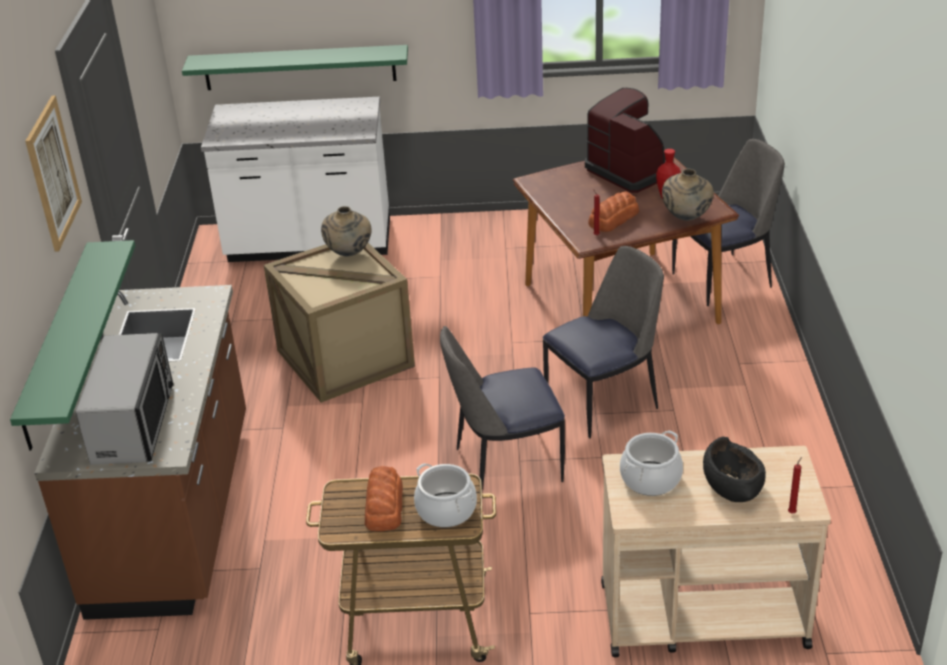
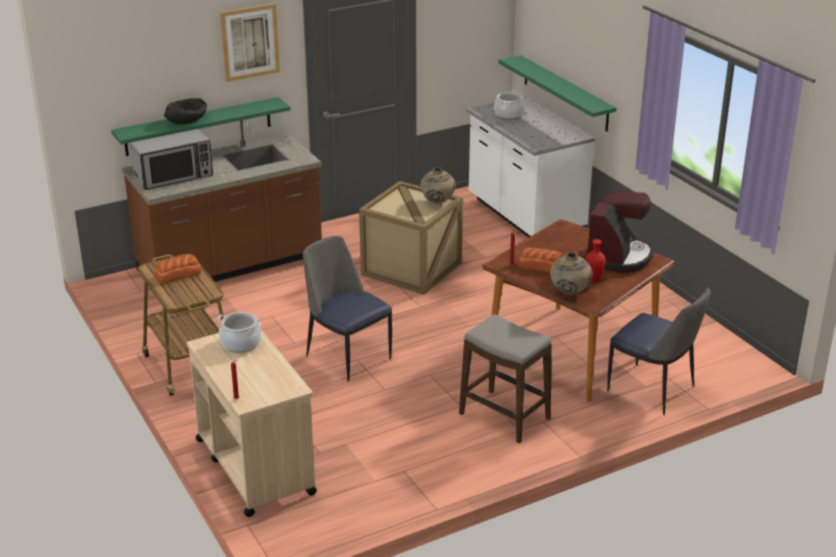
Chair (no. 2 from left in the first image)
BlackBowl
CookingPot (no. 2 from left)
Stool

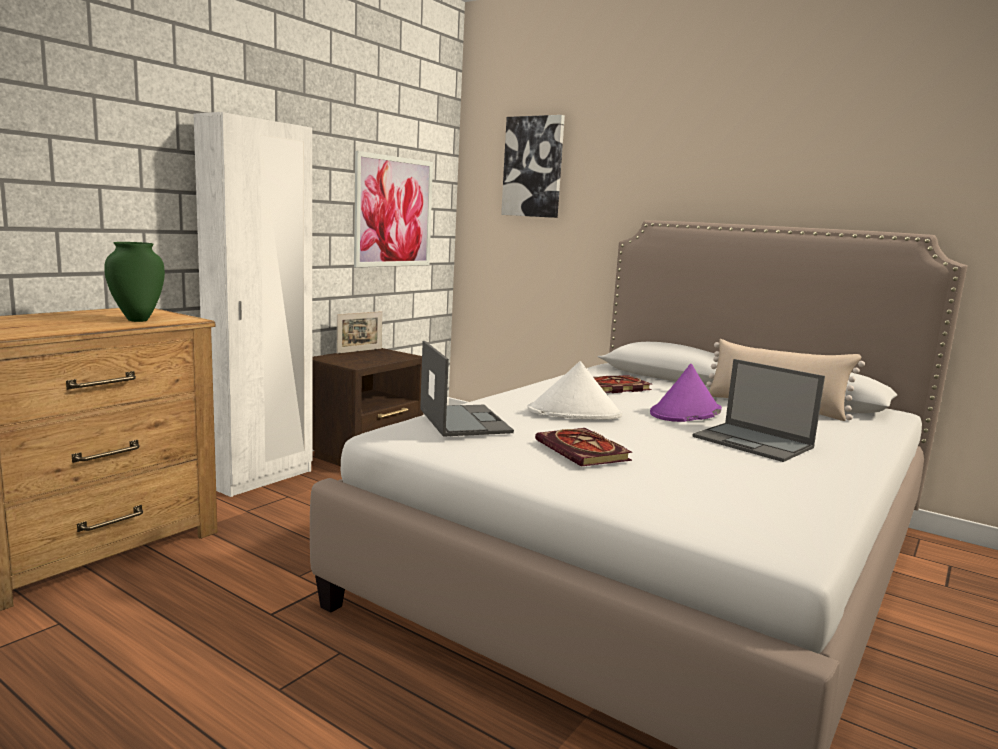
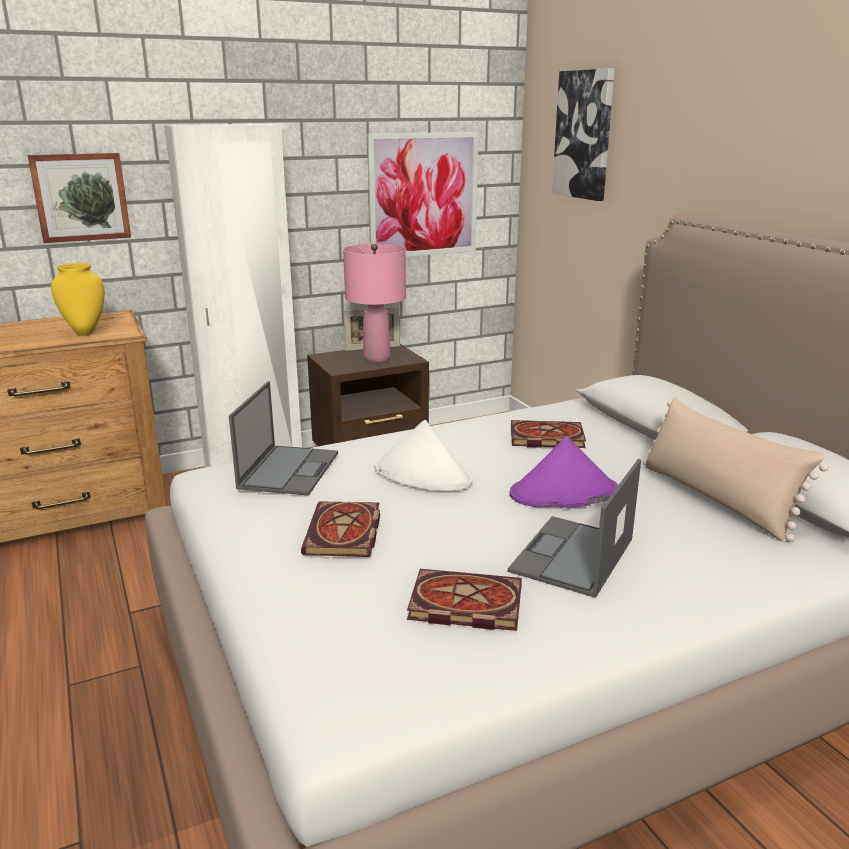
YellowVase
Laptop (no. 2 from left)
Picture (no. 1 from left)
PinkTableLamp
Book (no. 2 from left)

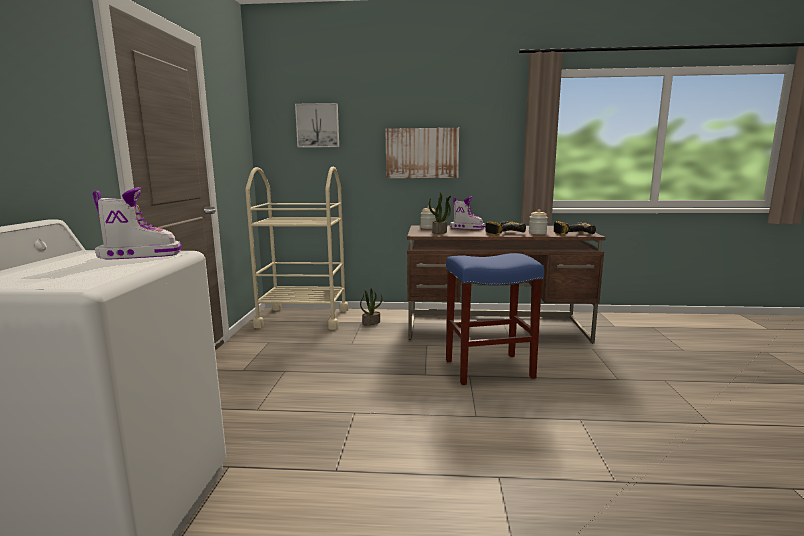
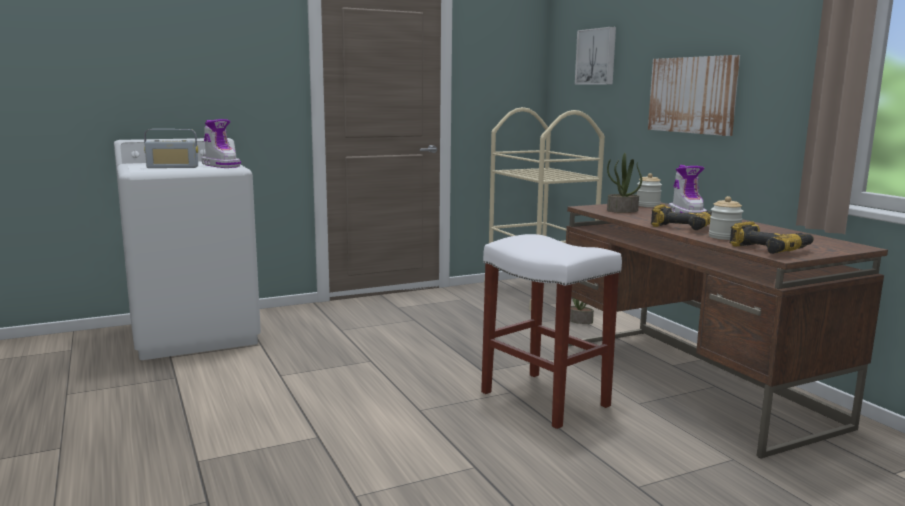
WhiteStool
Radio

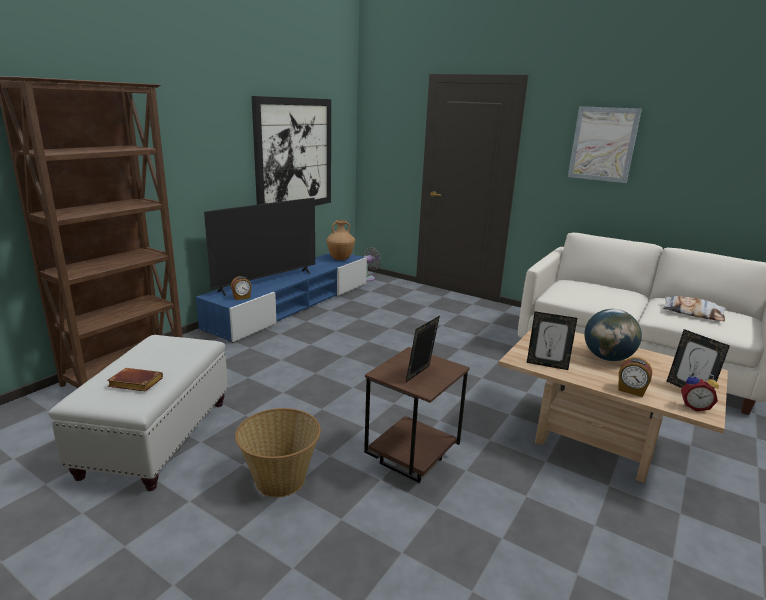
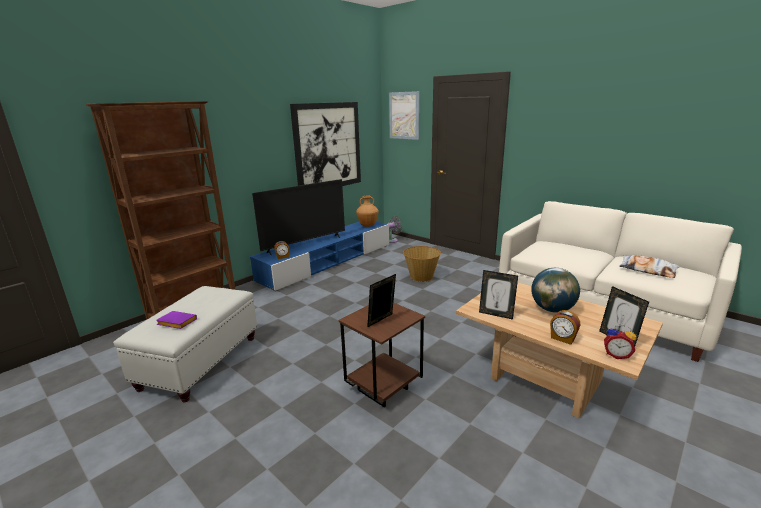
Picture (no. 2 from left)
PurpleBook
Basket

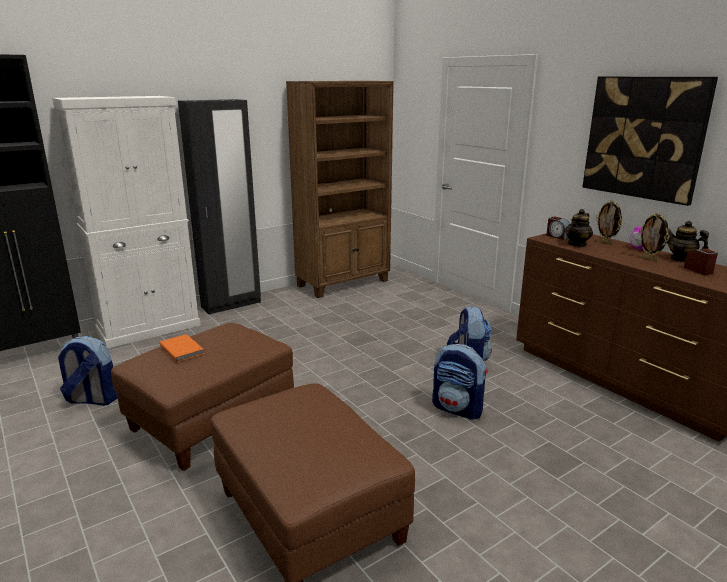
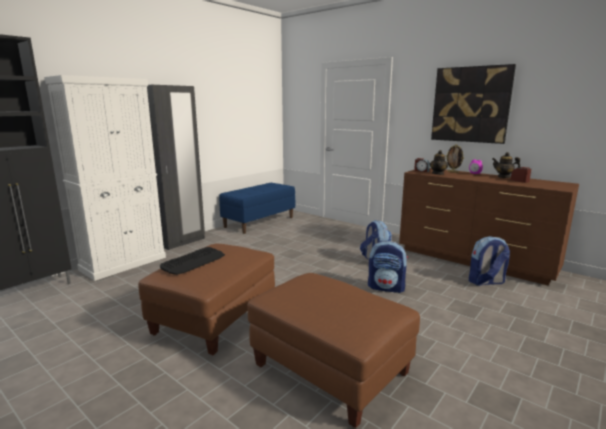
BlueBench
PictureFrame (no. 2 from left in the first image)
Keyboard
Backpack (no. 3 from left)

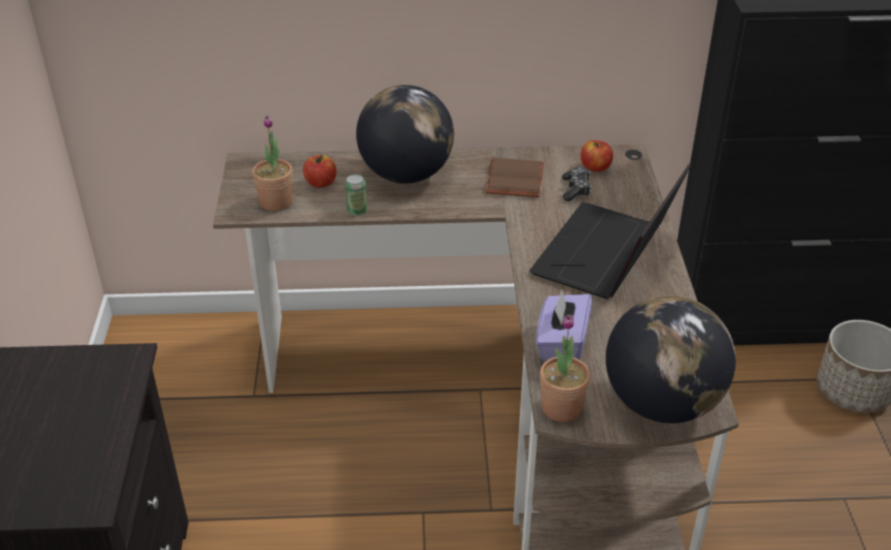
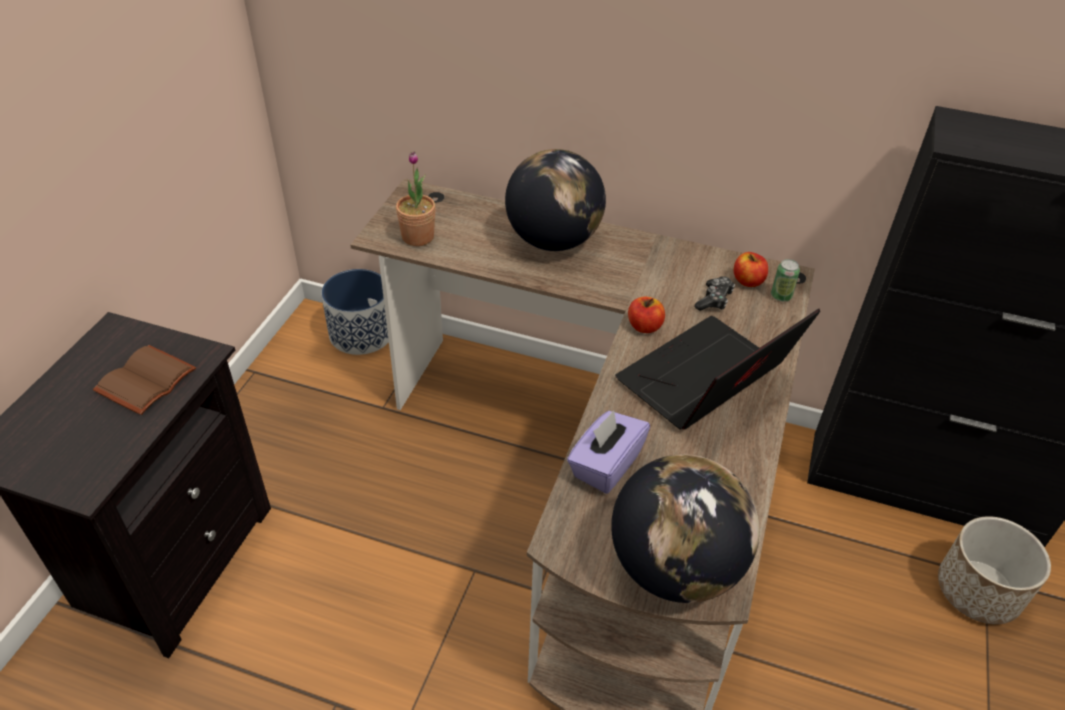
Apple (no. 1 from left)
BrownBook
Can
PottedPlant (no. 2 from left in the first image)
Planter (no. 1 from left)

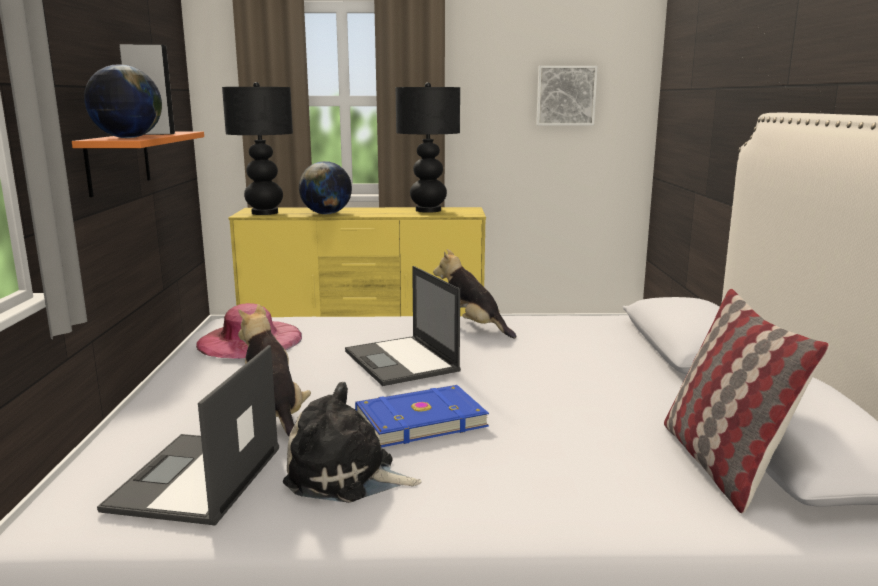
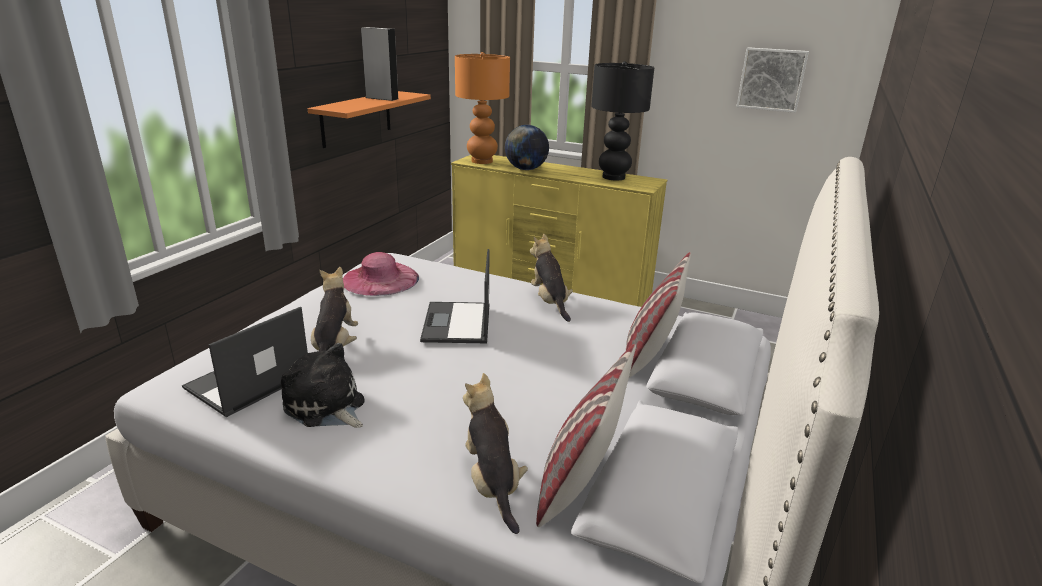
Globe (no. 1 from left in the first image)
OrangeTableLamp
BlueBook
Pillow (no. 2 from left)
PlushToy (no. 3 from left)

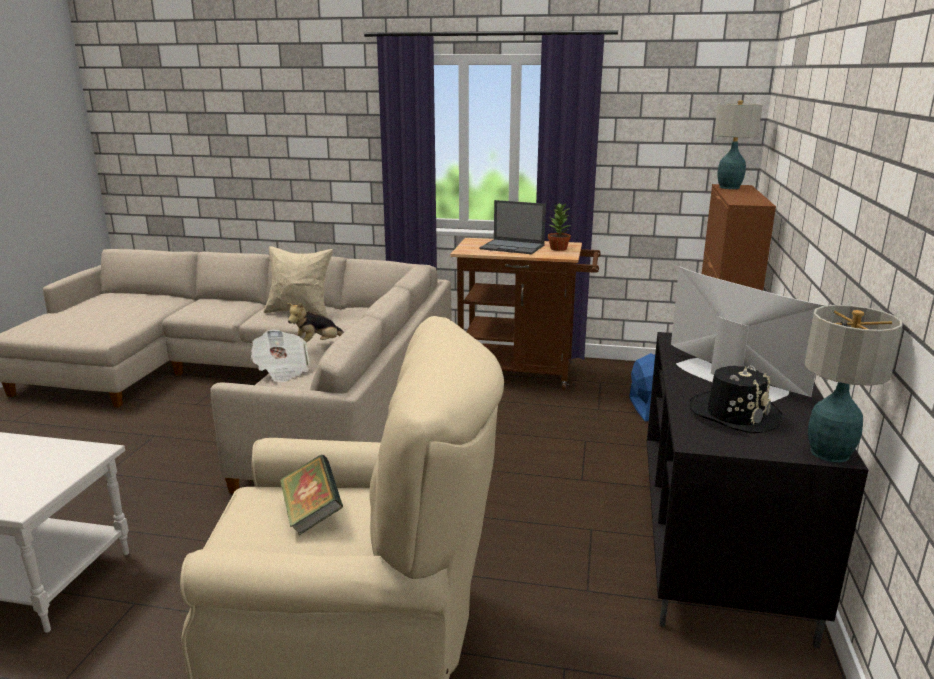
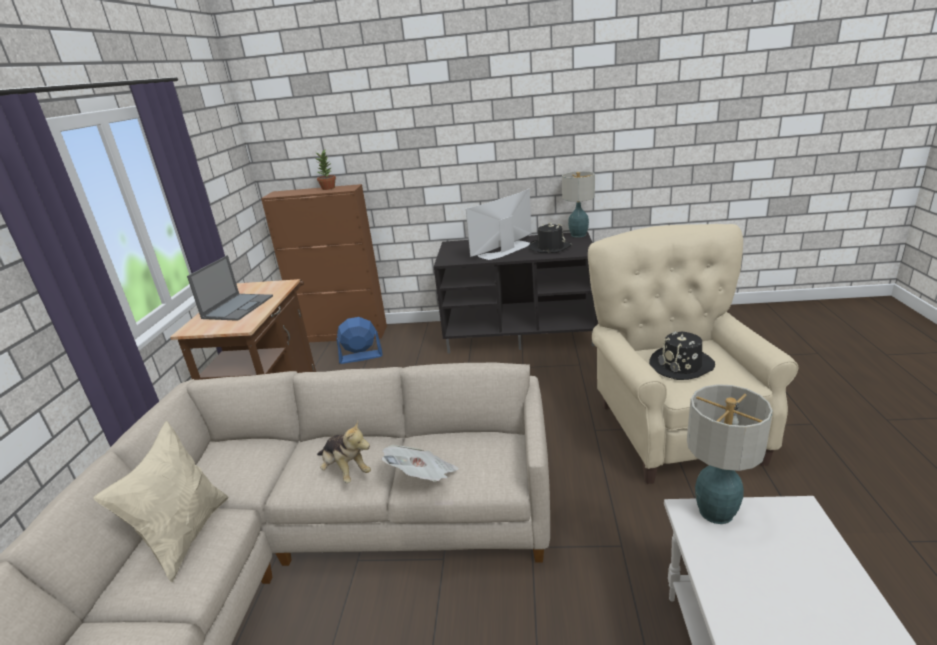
TableLamp (no. 2 from left)
PottedPlant
BlackHat (no. 2 from left)

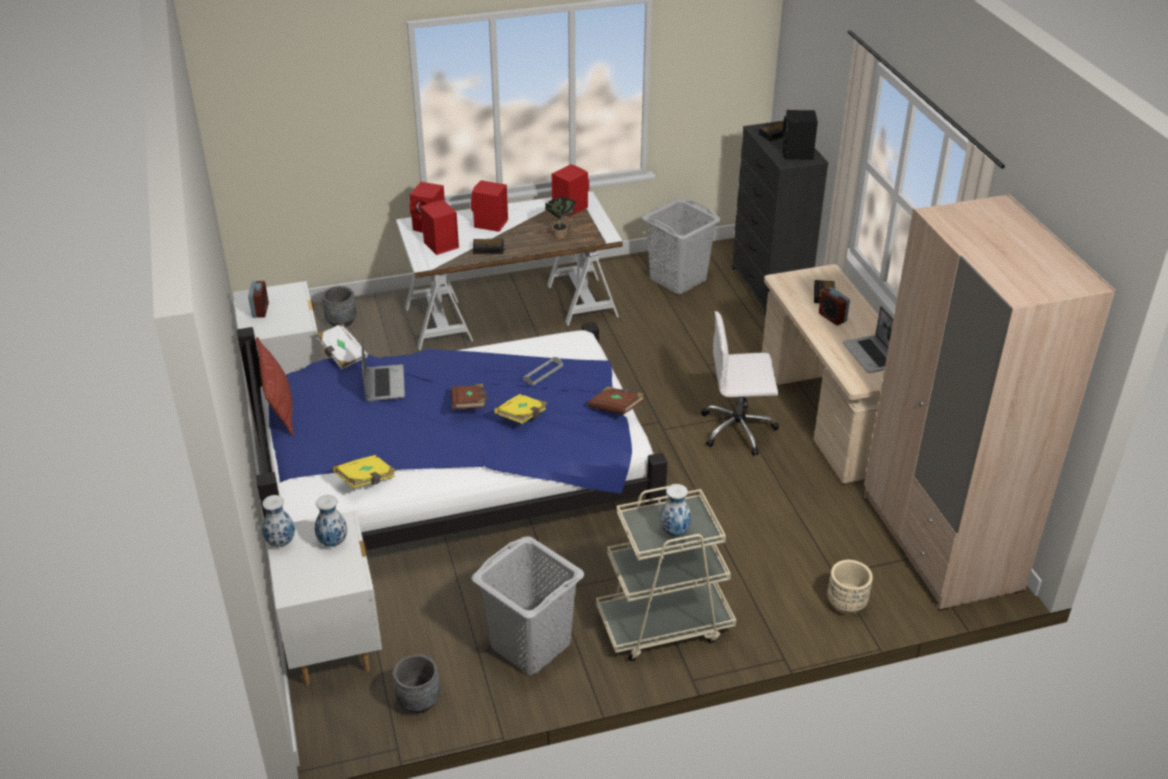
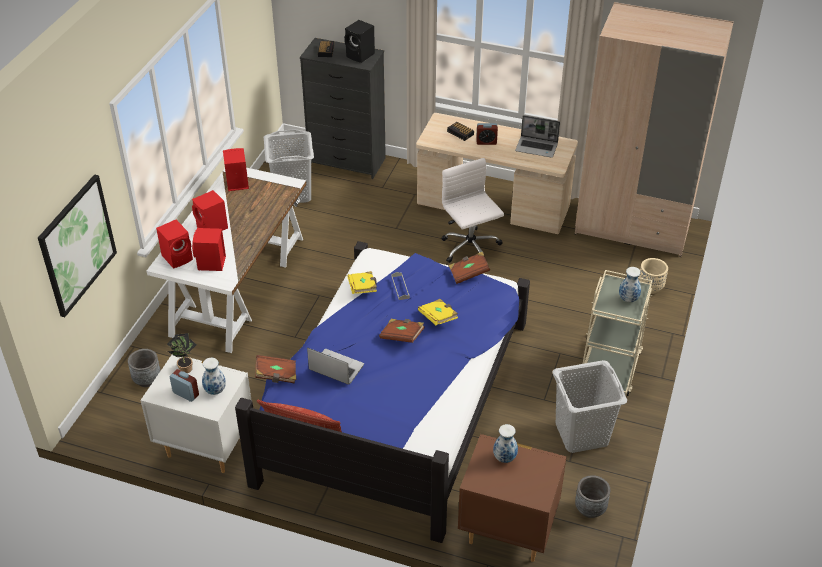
PottedPlant
AlarmClock (no. 2 from left in the first image)
WhiteOfficeChair
BrownBook (no. 1 from left)
YellowBook (no. 1 from left)
Vase (no. 1 from left)
BrownNightstand
Picture

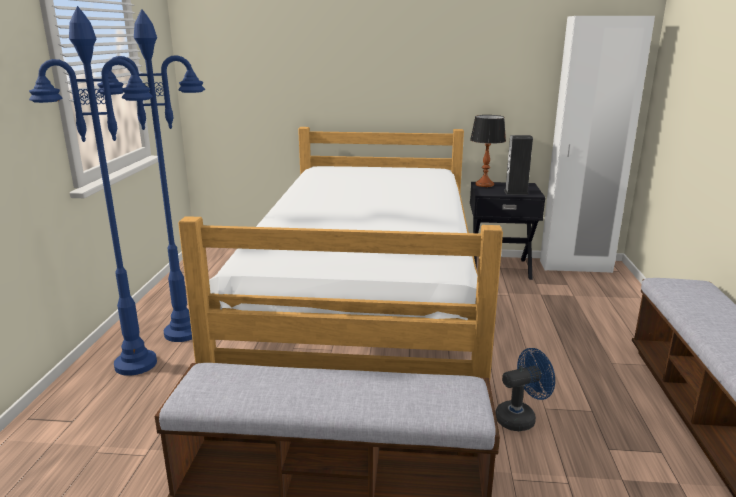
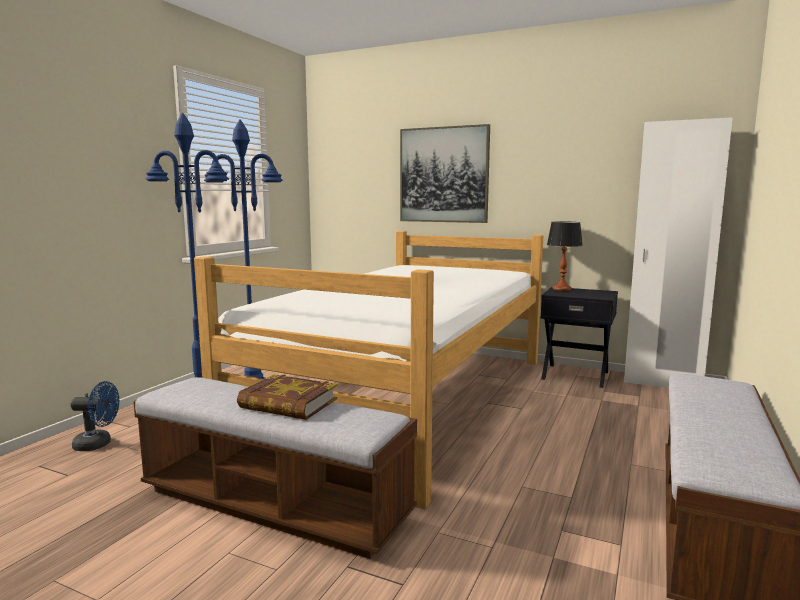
Speaker
BlueFan
Picture
Book

